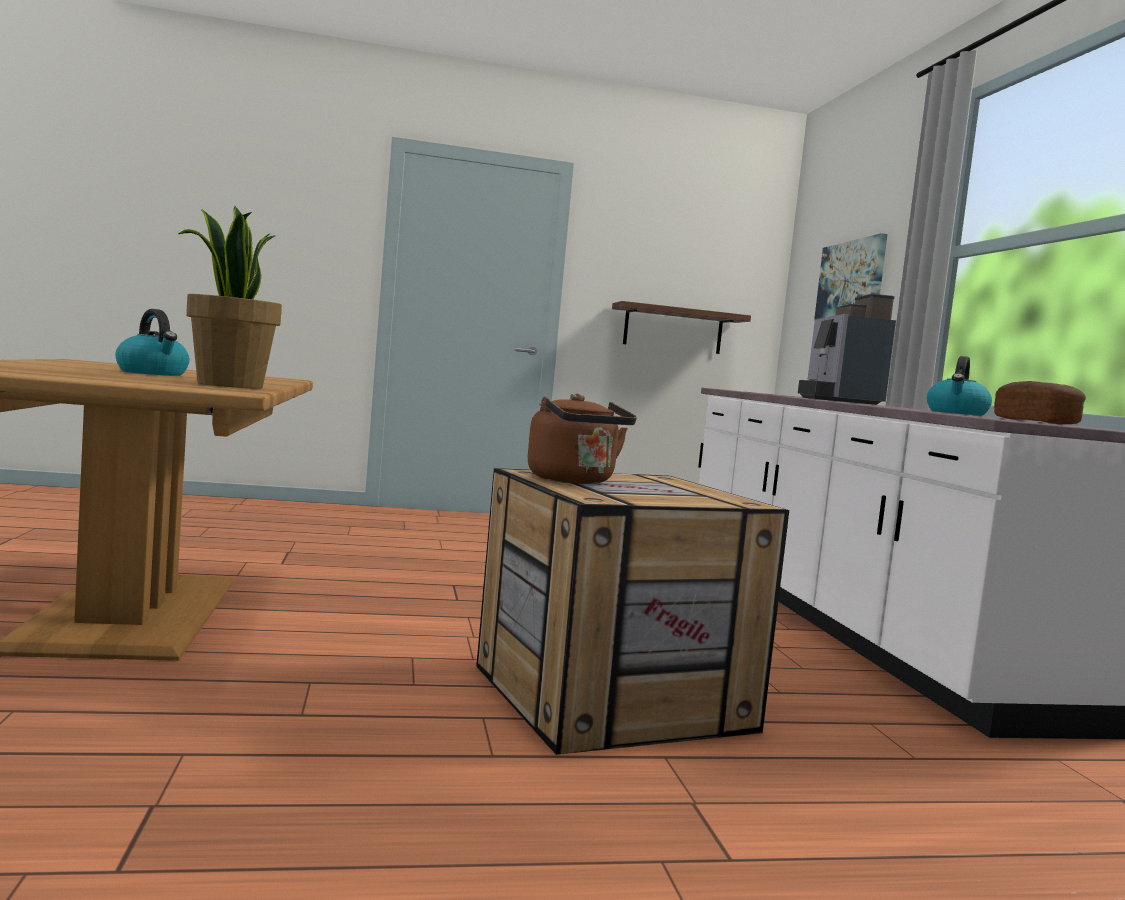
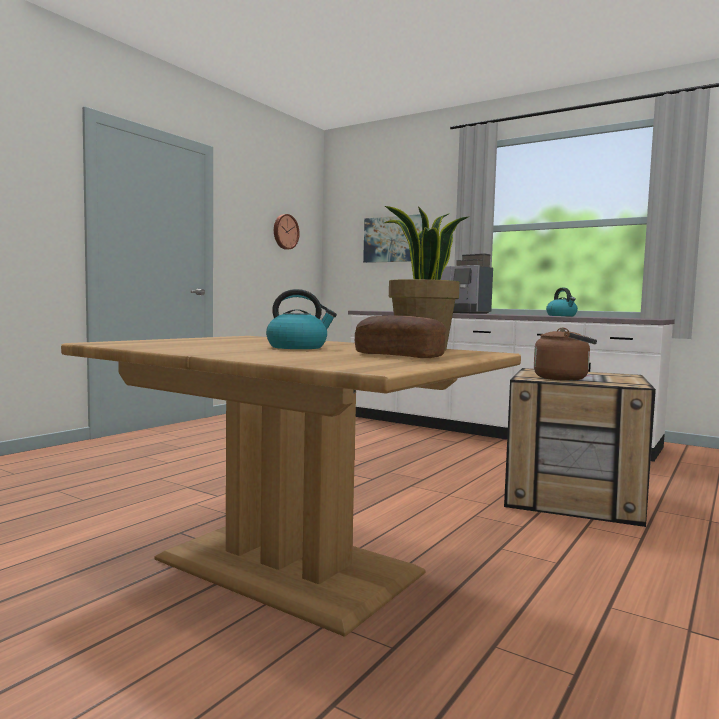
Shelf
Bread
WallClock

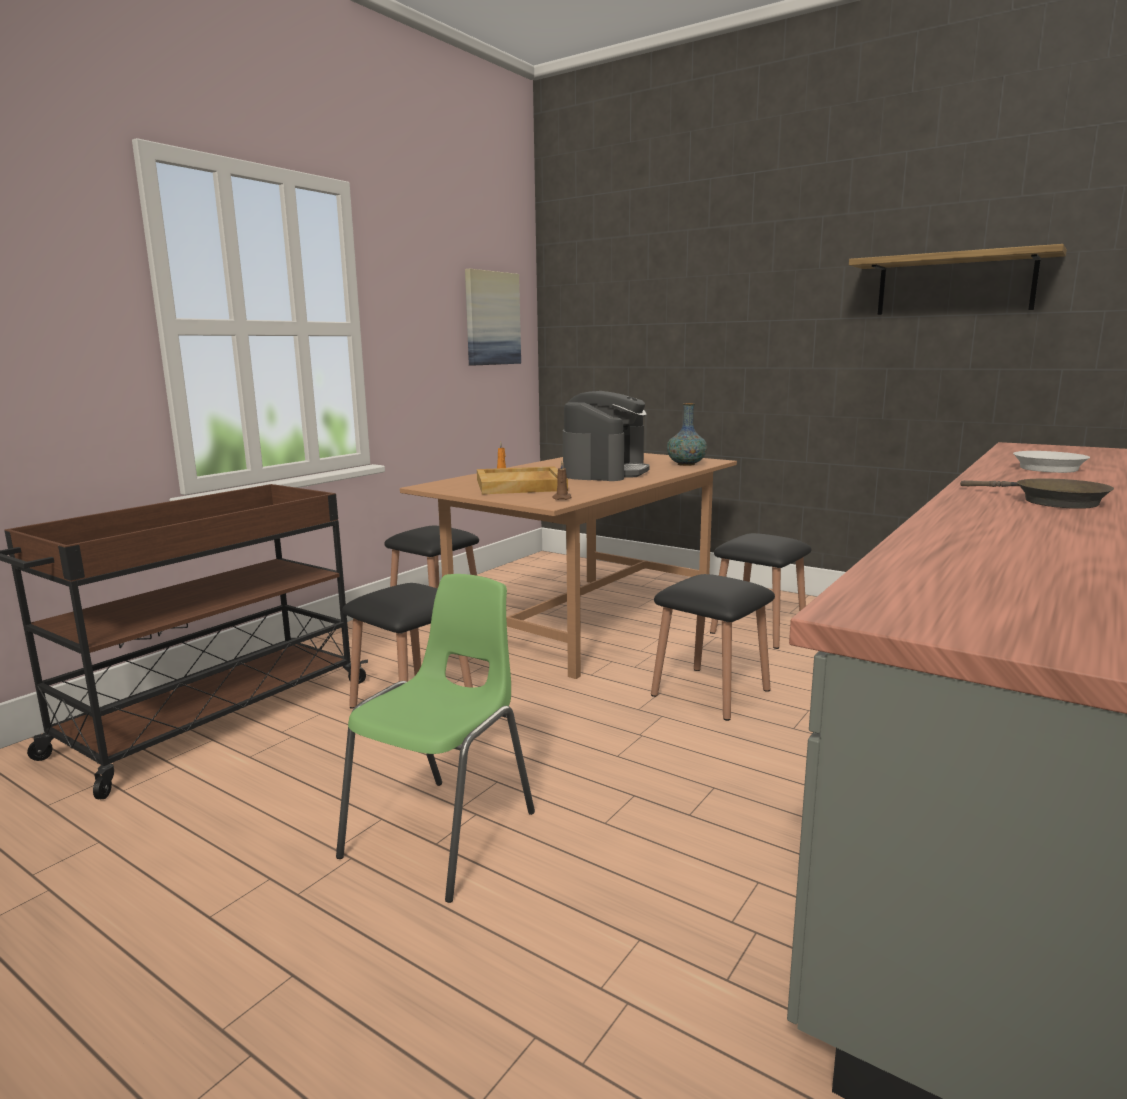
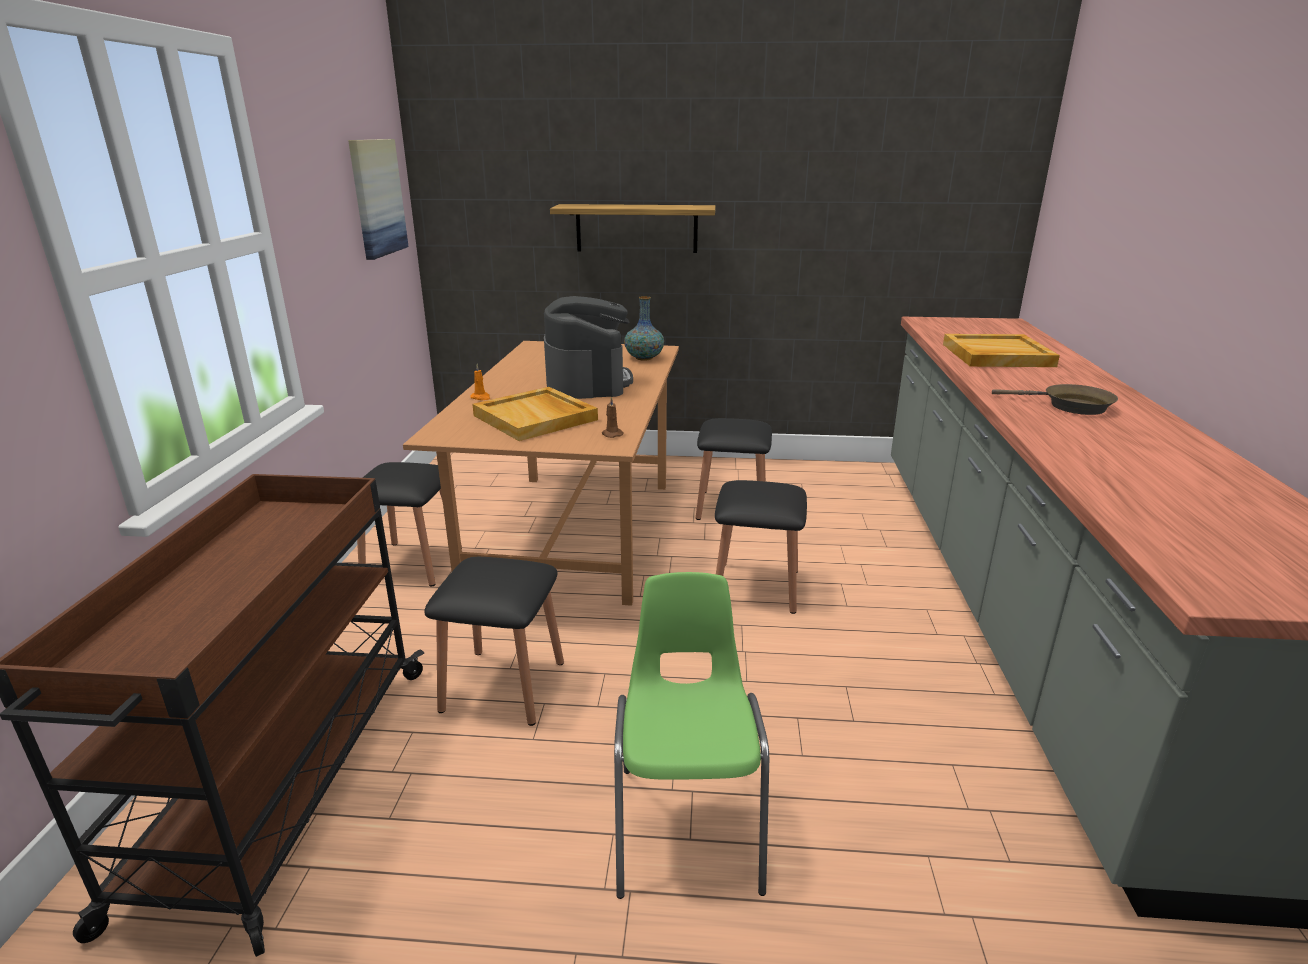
Shelf
BeigeTray (no. 2 from left)

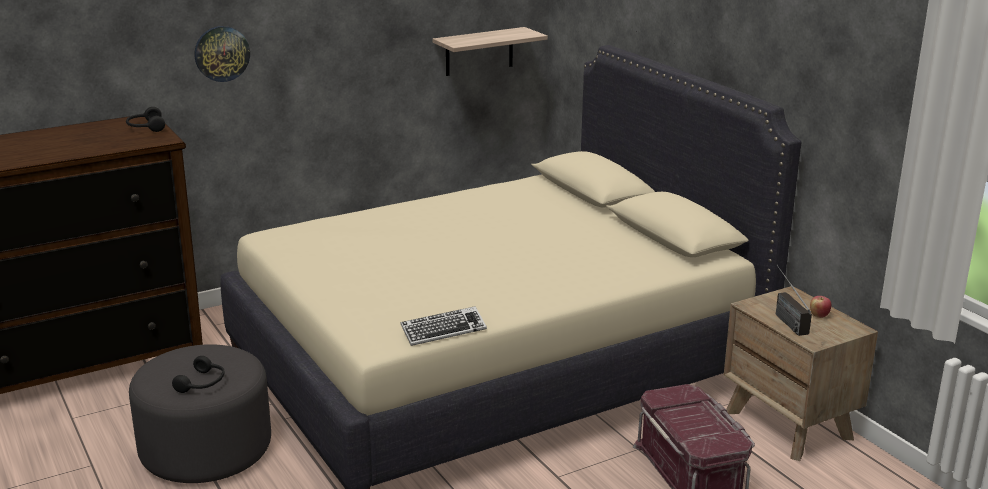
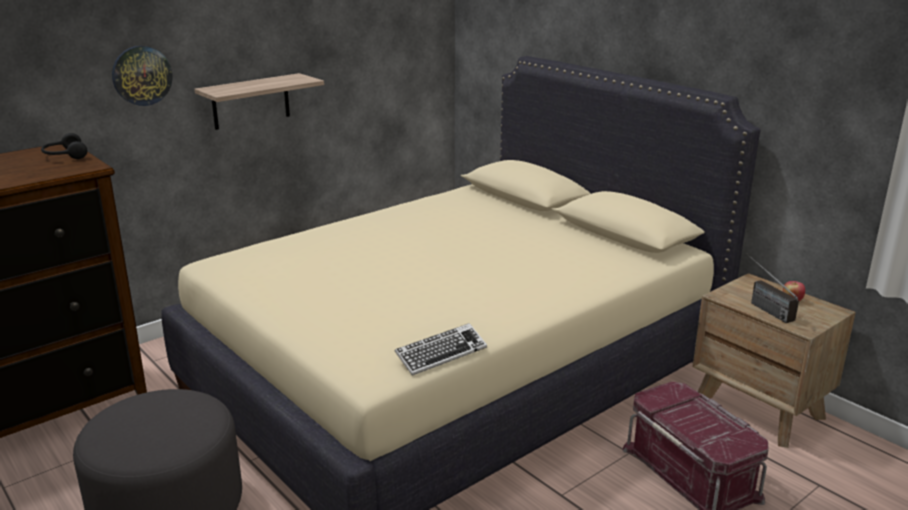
Shelf
BlackHeadphones (no. 2 from left in the first image)

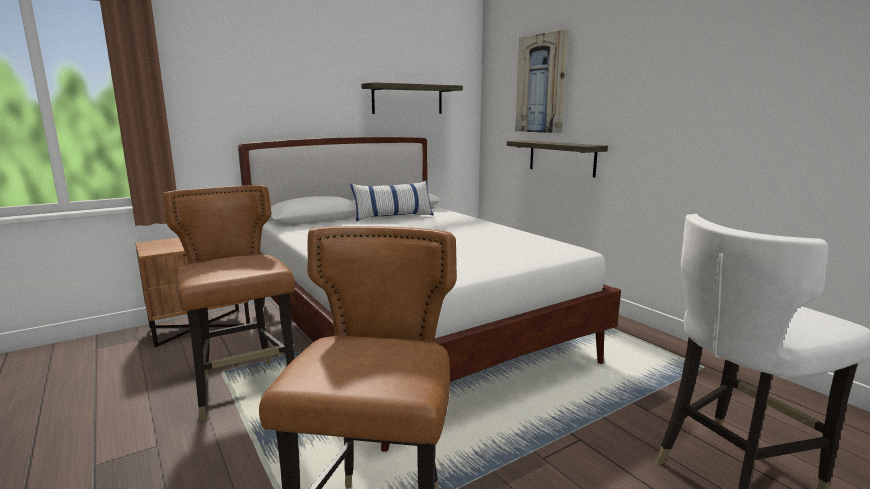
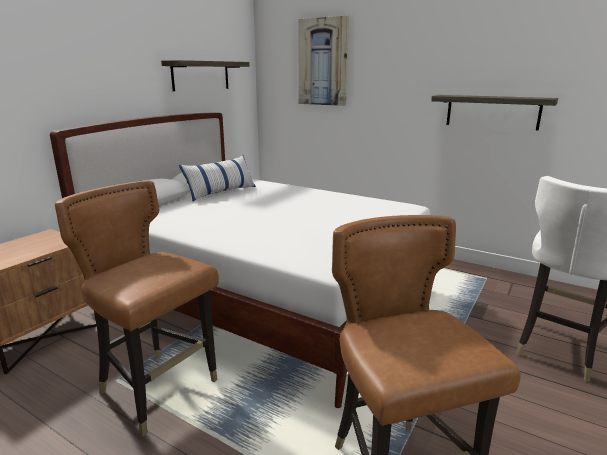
Shelf (no. 2 from left)

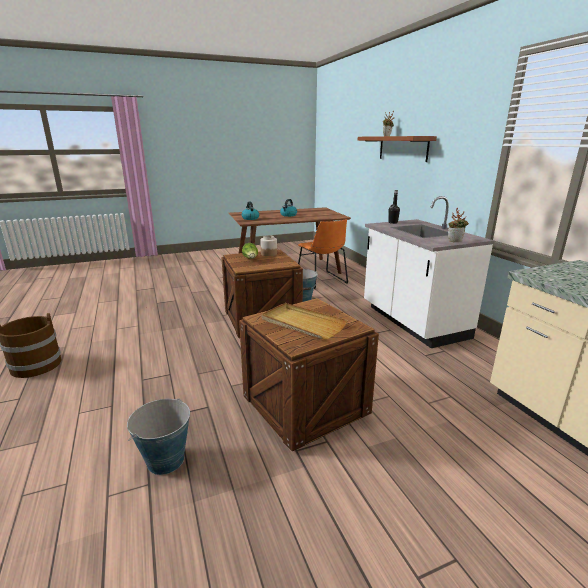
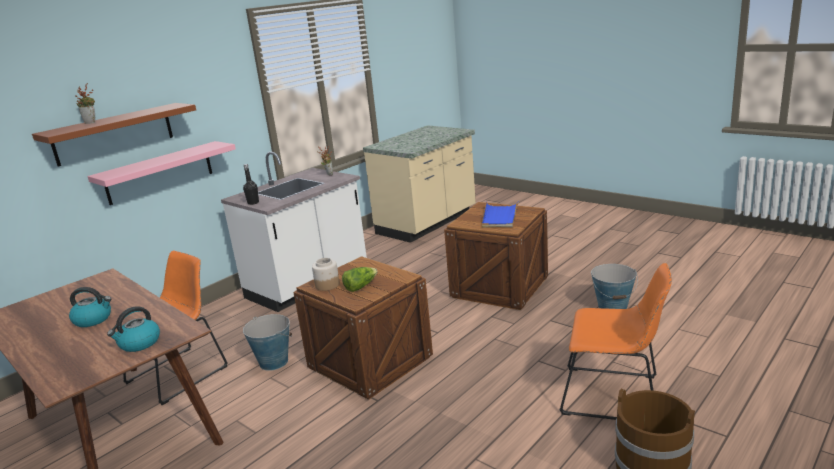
BlueTray
PinkShelf
OrangeChair (no. 2 from left)

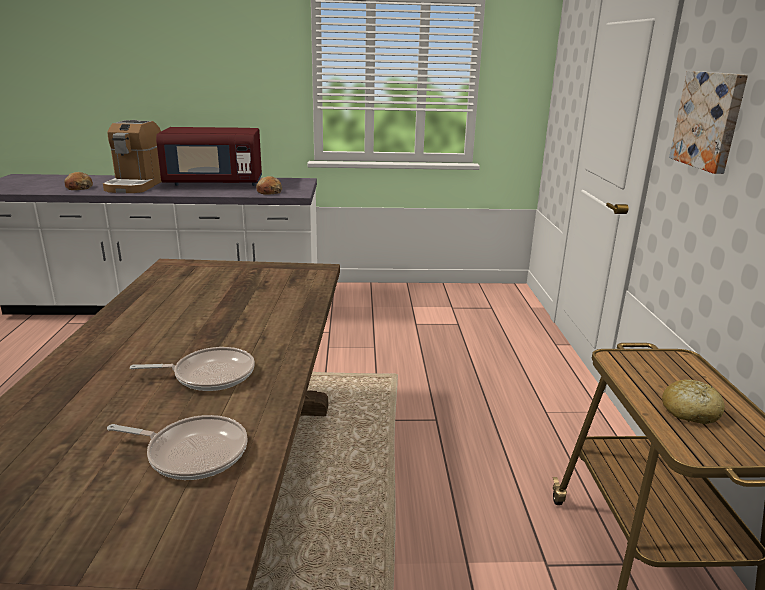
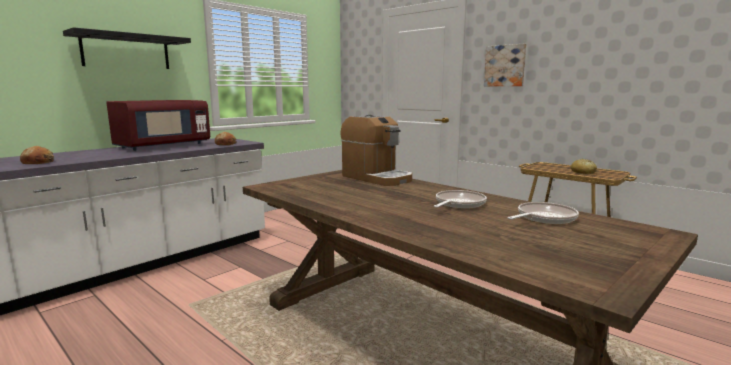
CoffeeMachine
BlackShelf

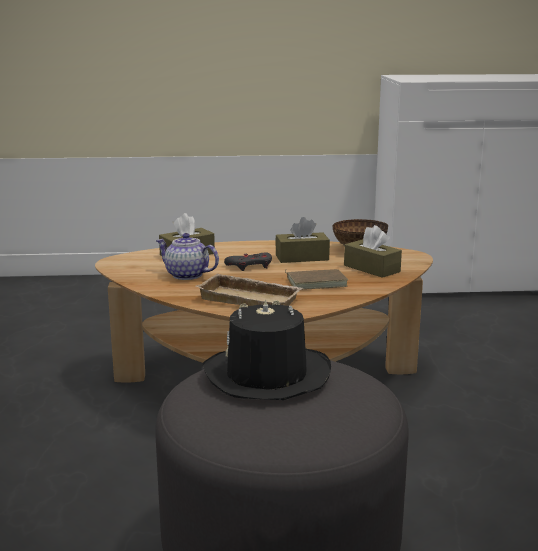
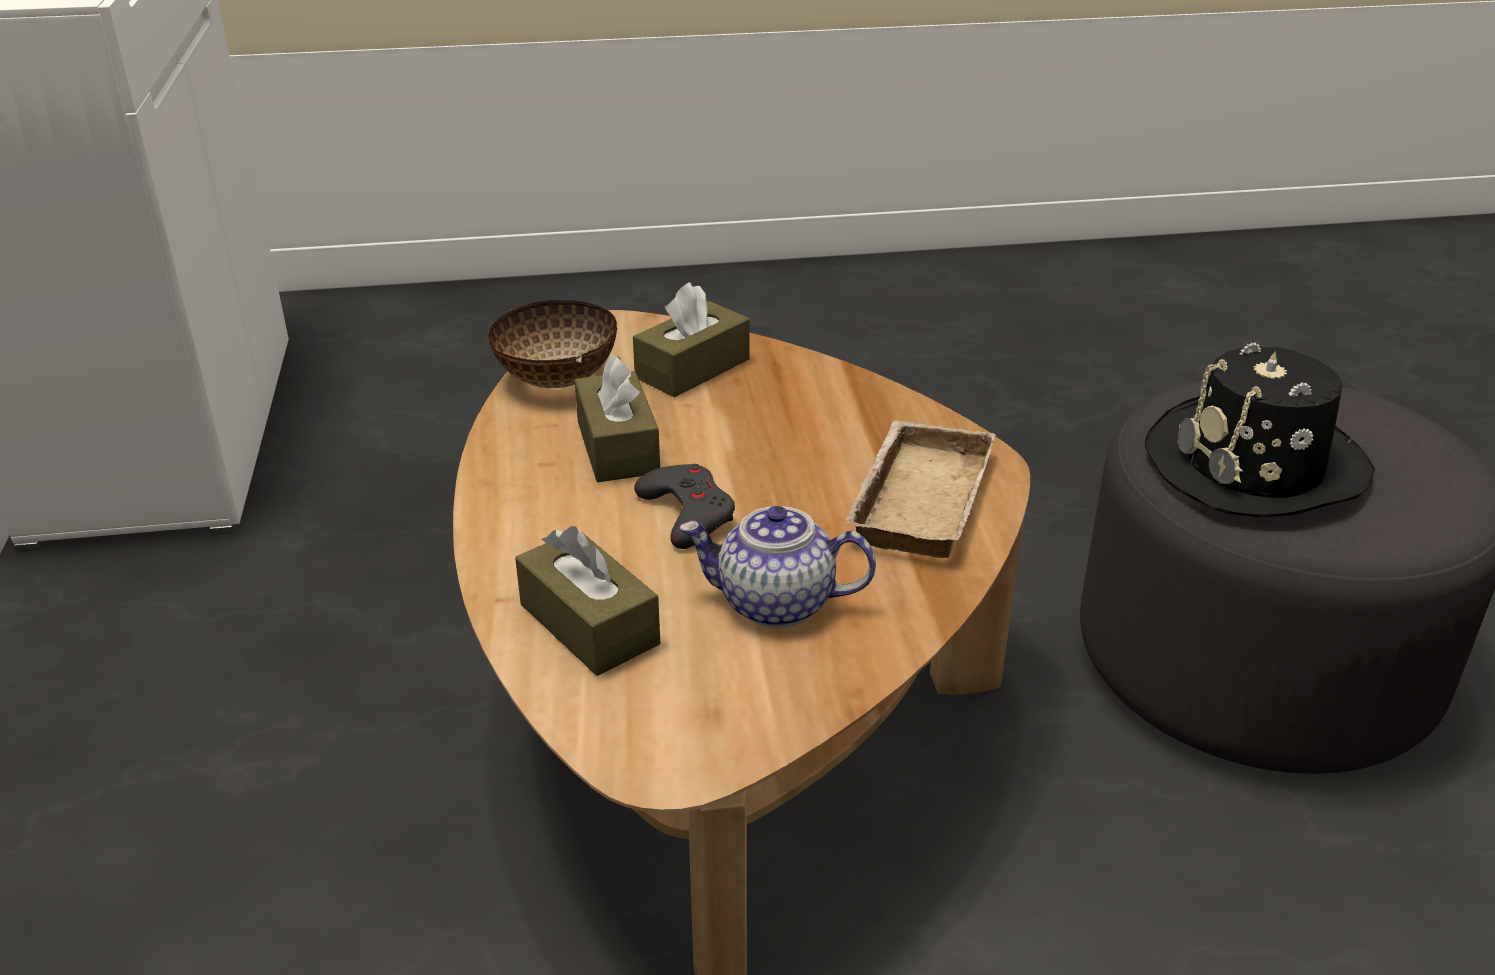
Teapot
BrownBook

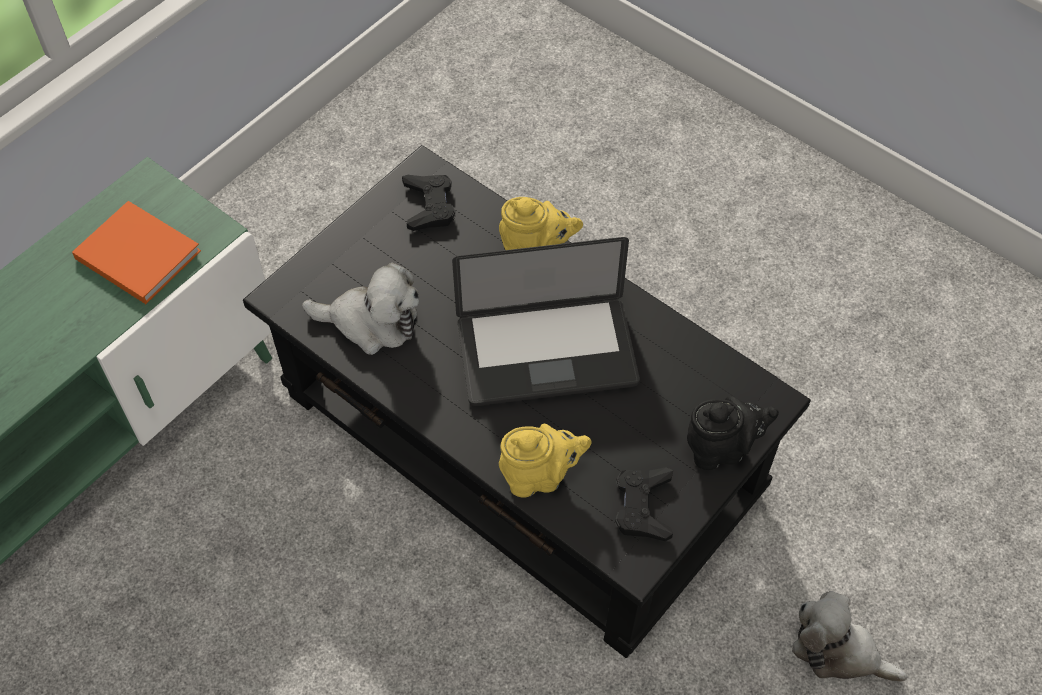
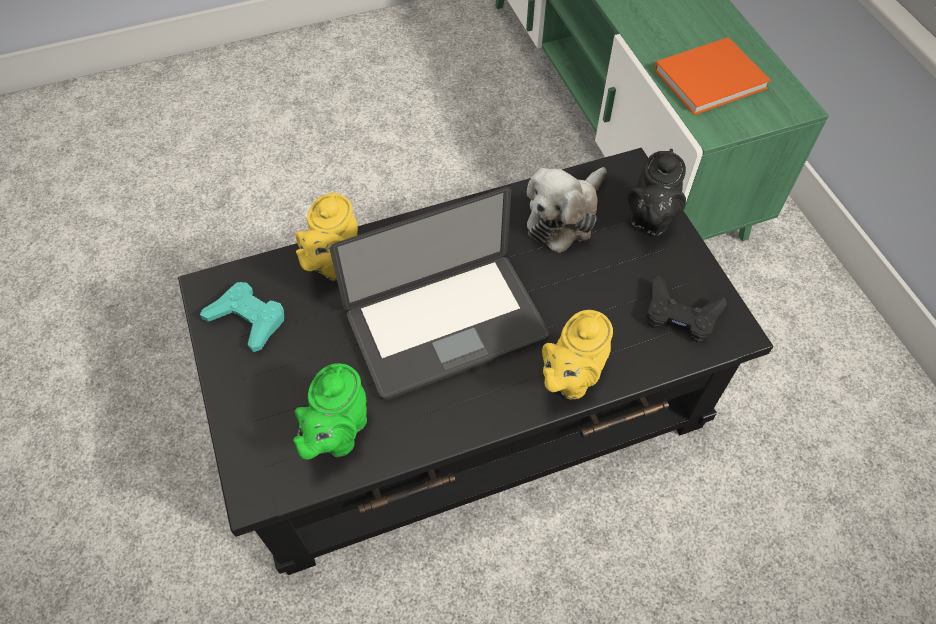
Laptop
BlackTeapot
TurquoiseGameController
PlushToy (no. 2 from left in the first image)
GreenTeapot

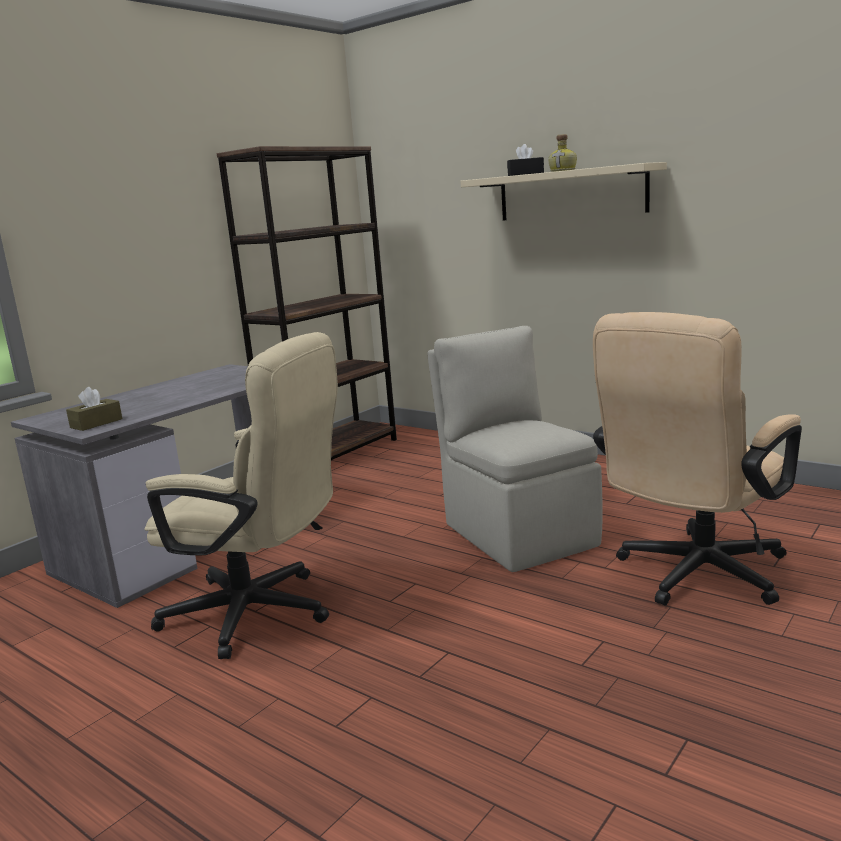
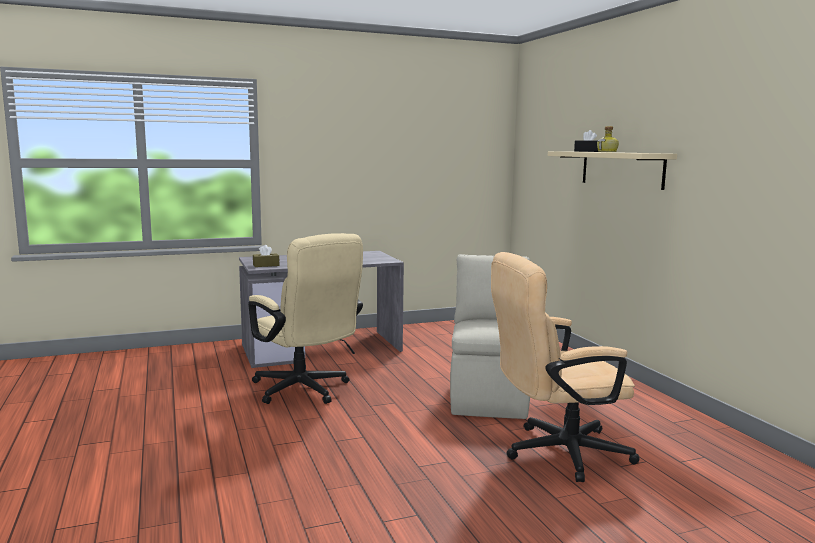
BrownBookcase

